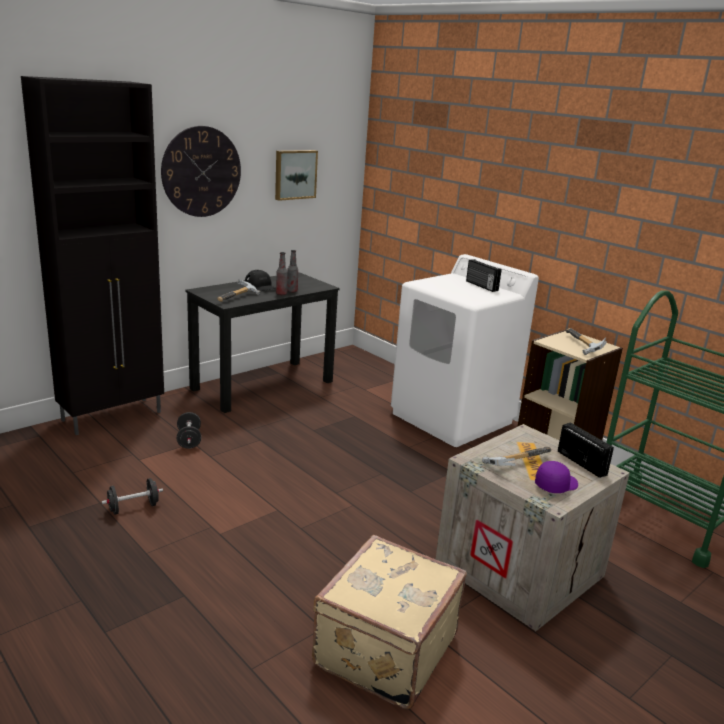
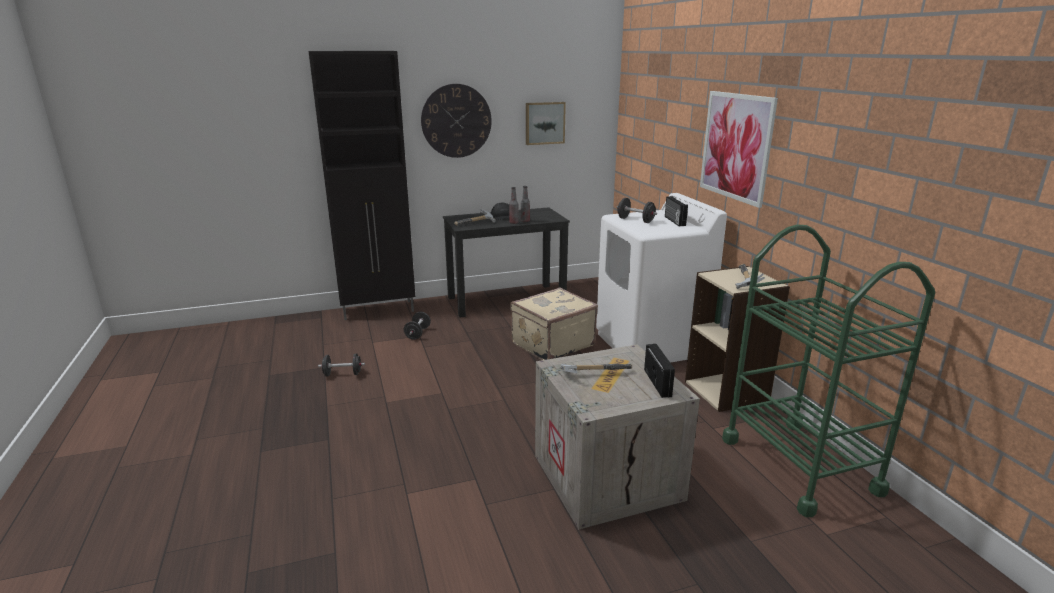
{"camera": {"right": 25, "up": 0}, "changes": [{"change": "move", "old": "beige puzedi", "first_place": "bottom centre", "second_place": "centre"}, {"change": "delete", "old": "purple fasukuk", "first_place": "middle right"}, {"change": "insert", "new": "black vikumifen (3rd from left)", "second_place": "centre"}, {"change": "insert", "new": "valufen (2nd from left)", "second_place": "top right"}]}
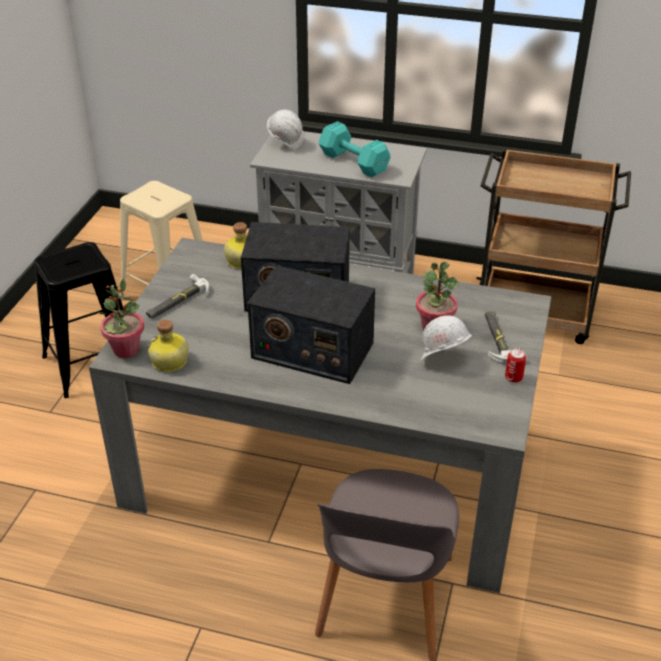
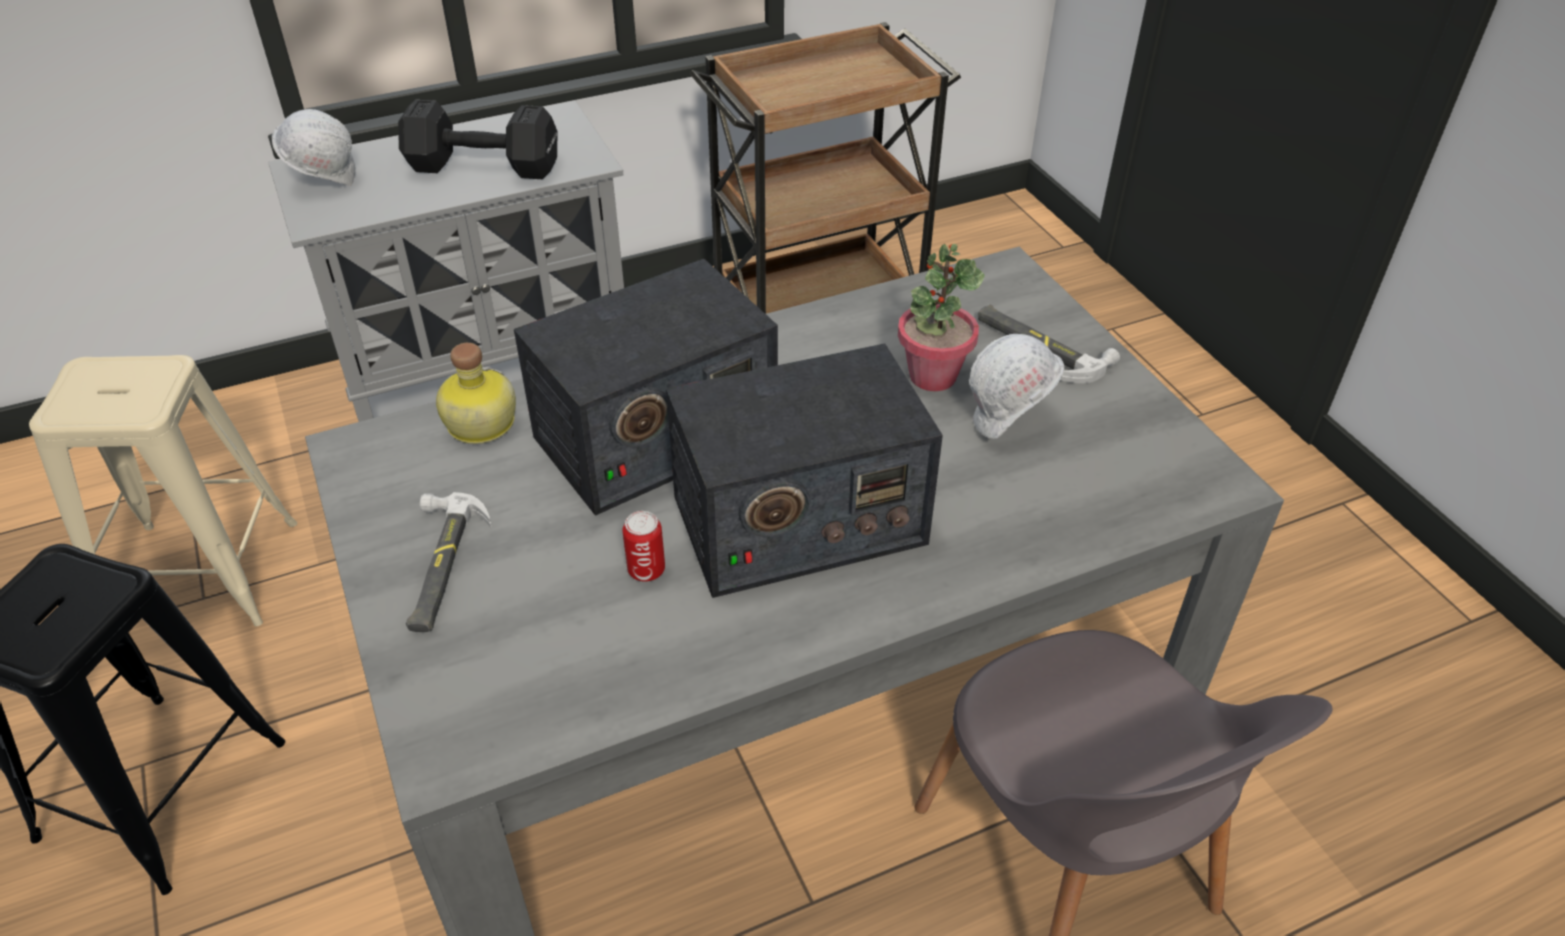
{"camera": {"right": -40, "up": 5}, "changes": [{"change": "delete", "old": "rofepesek (1st from left)", "first_place": "middle left"}, {"change": "delete", "old": "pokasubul (1st from left)", "first_place": "middle left"}, {"change": "recolor", "old": "turquoise vikumifen", "new": "black vikumifen", "first_place": "top centre", "second_place": "top left"}, {"change": "move", "old": "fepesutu", "first_place": "middle right", "second_place": "centre"}]}
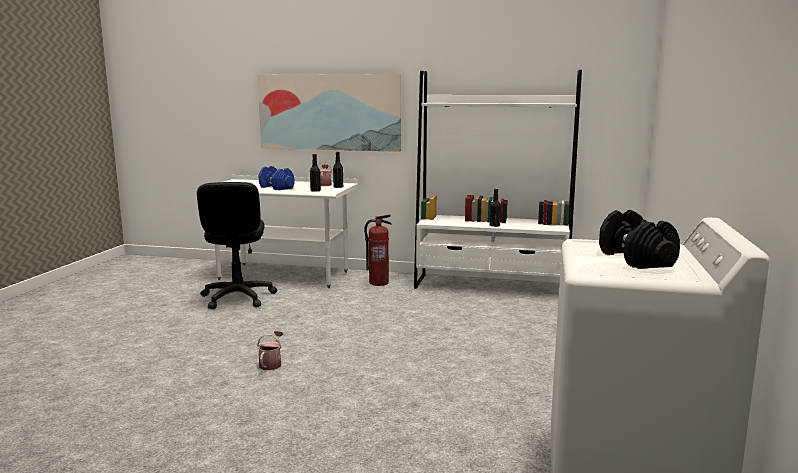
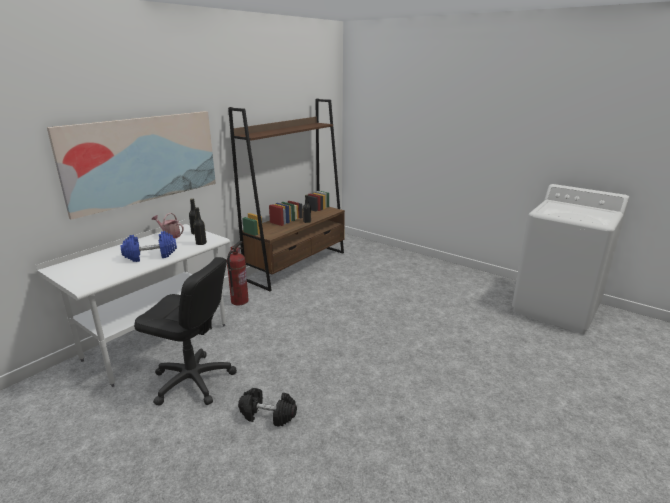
{"camera": {"right": -65, "up": 10}, "changes": [{"change": "delete", "old": "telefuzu (1st from left)", "first_place": "bottom centre"}, {"change": "recolor", "old": "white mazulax", "new": "brown mazulax", "first_place": "centre", "second_place": "centre"}, {"change": "move", "old": "black vikumifen", "first_place": "middle right", "second_place": "bottom centre"}]}
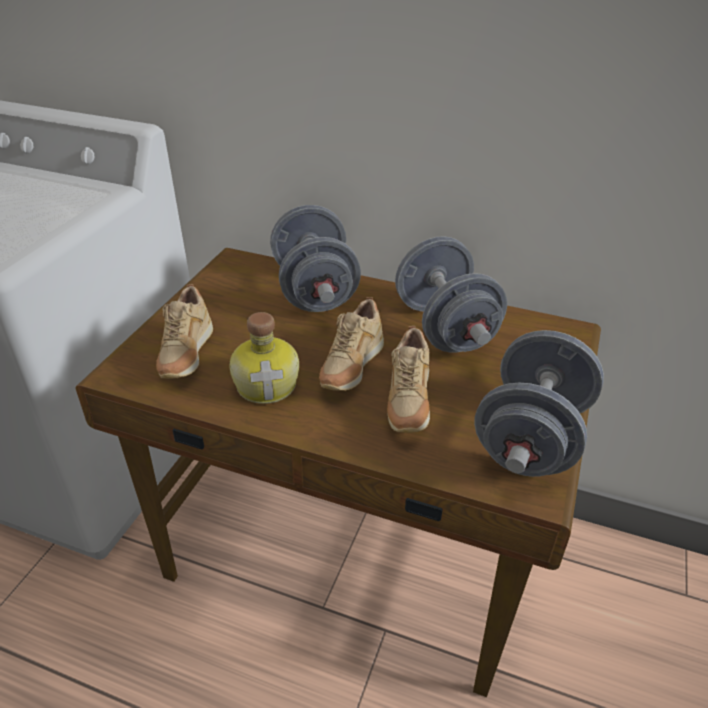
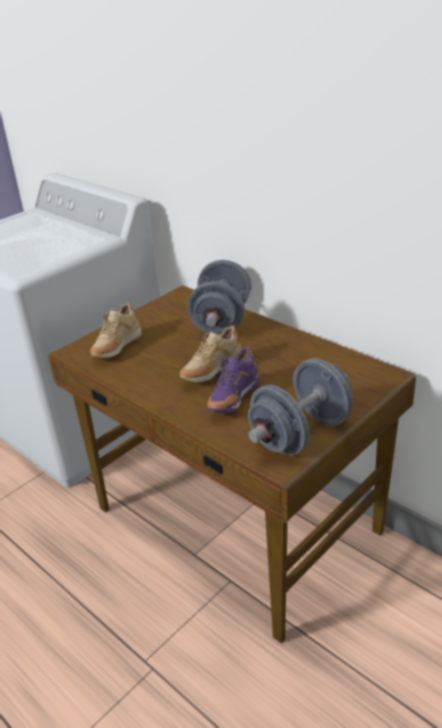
{"camera": {"right": 25, "up": -5}, "changes": [{"change": "delete", "old": "pokasubul", "first_place": "centre"}, {"change": "recolor", "old": "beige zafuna (3rd from left)", "new": "purple zafuna", "first_place": "centre", "second_place": "centre"}, {"change": "delete", "old": "grey vikumifen (2nd from left)", "first_place": "centre"}]}
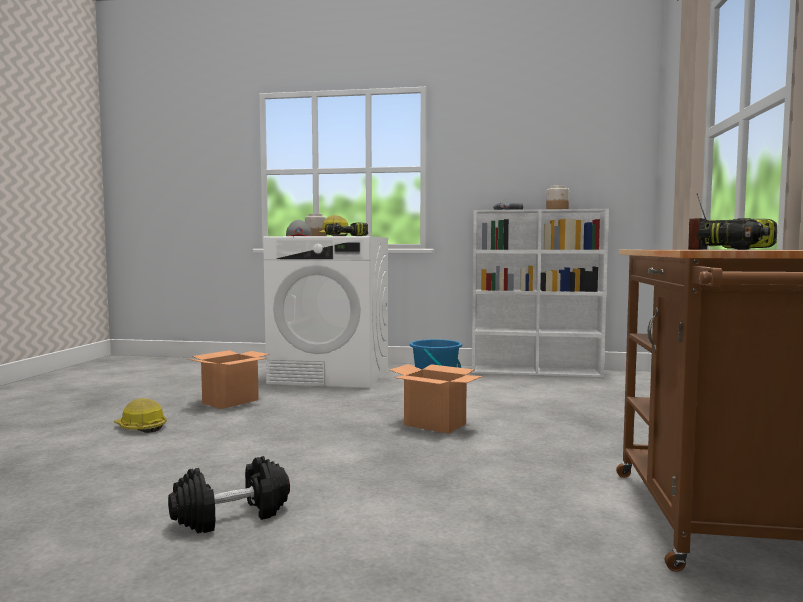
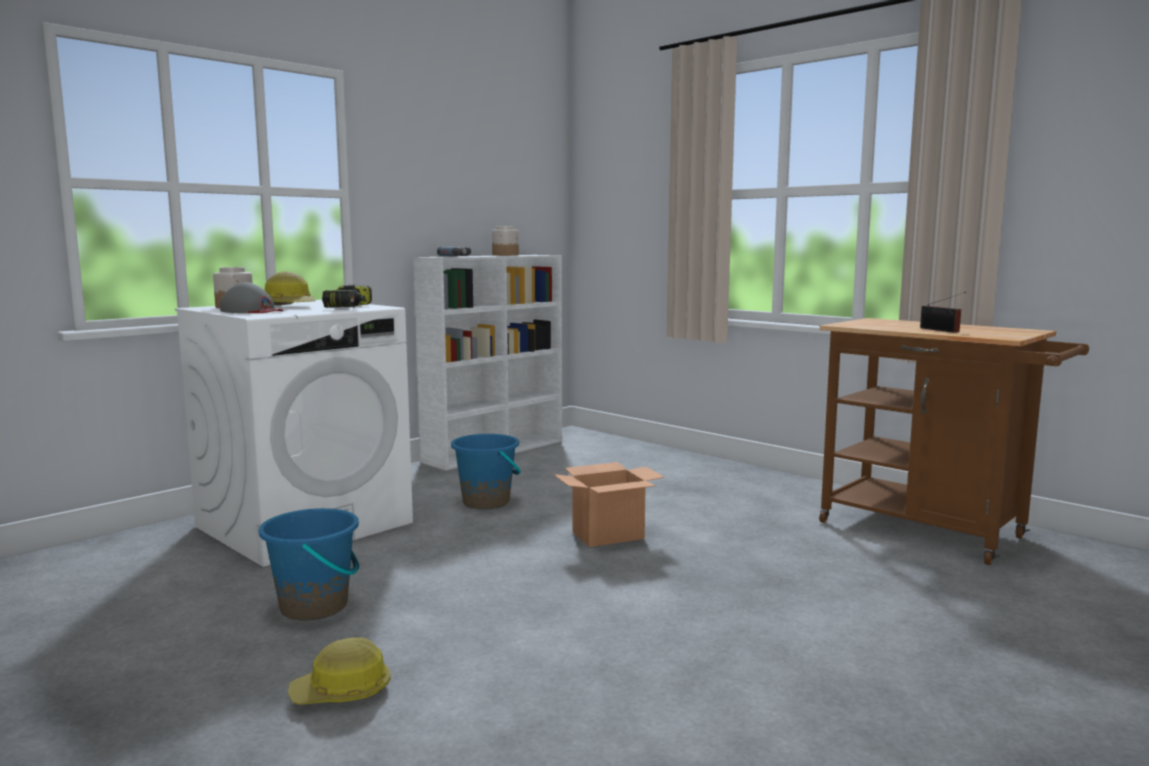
{"camera": {"right": -55, "up": 5}, "changes": [{"change": "delete", "old": "black vikumifen", "first_place": "bottom left"}, {"change": "replace", "old": "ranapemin (1st from left)", "new": "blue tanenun (1st from left)", "first_place": "middle left", "second_place": "bottom left"}, {"change": "delete", "old": "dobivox (3rd from left)", "first_place": "middle right"}]}
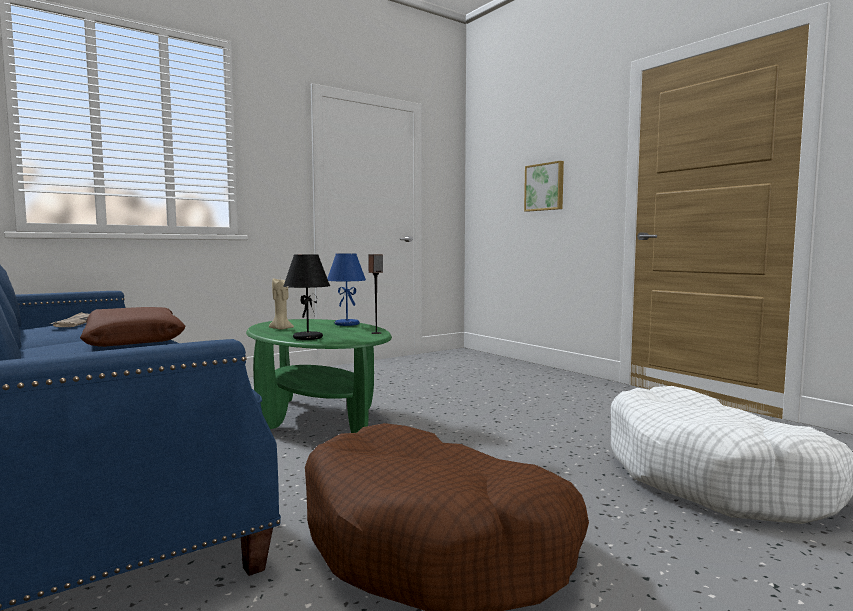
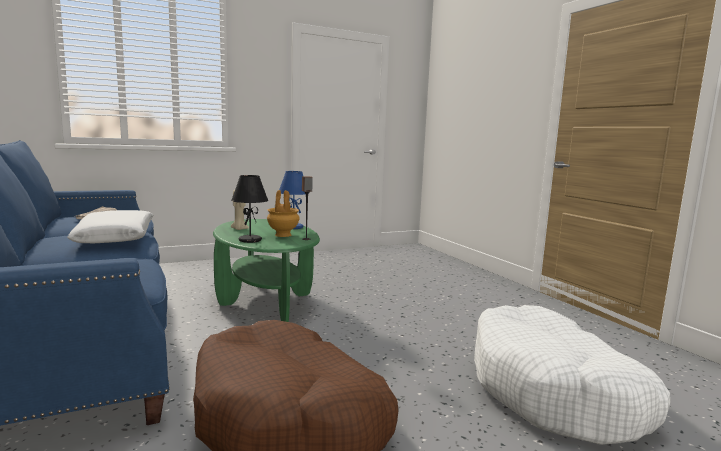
{"camera": {"right": 10, "up": 5}, "changes": [{"change": "recolor", "old": "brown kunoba", "new": "white kunoba", "first_place": "middle left", "second_place": "middle left"}, {"change": "delete", "old": "valufen", "first_place": "top centre"}, {"change": "insert", "new": "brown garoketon", "second_place": "centre"}]}
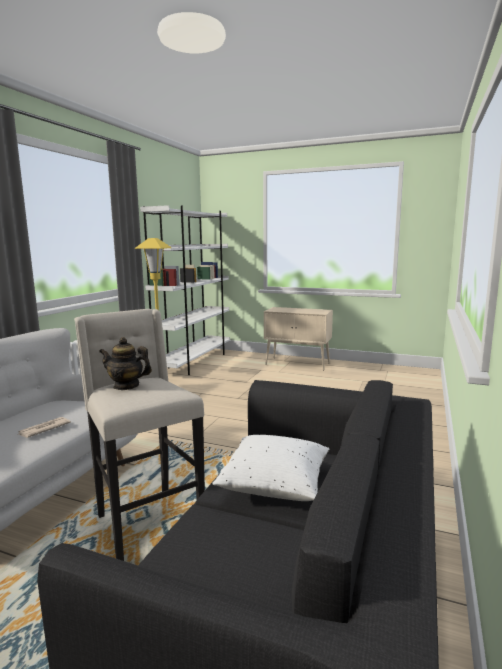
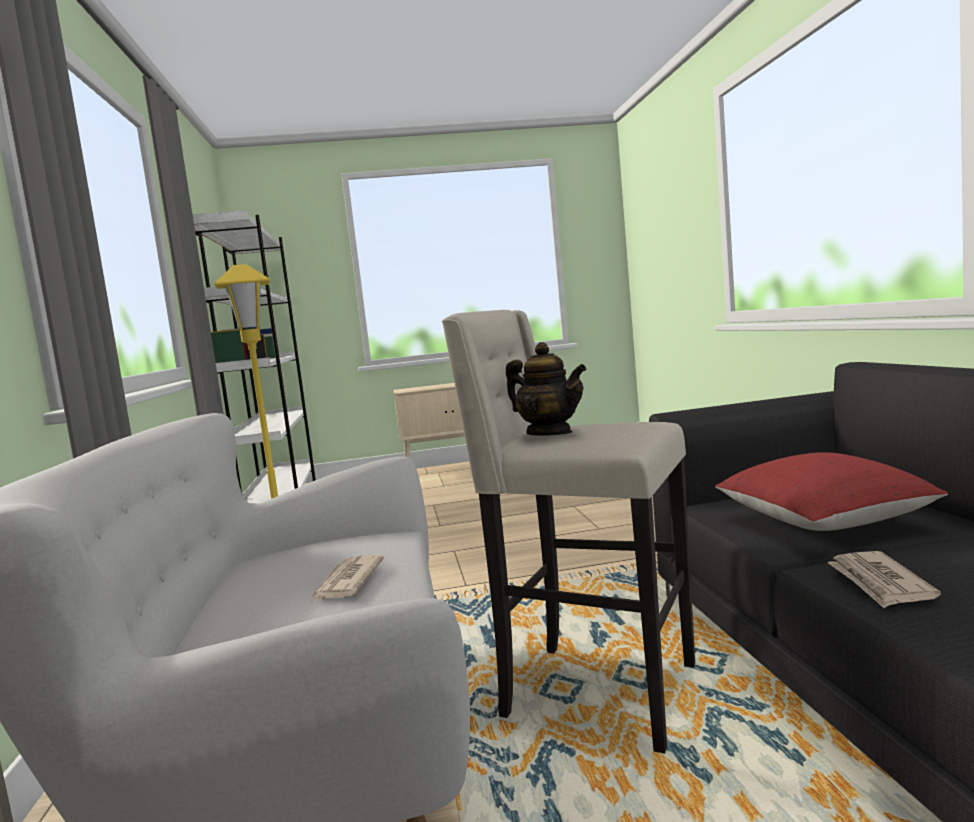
{"camera": {"right": -30, "up": -5}, "changes": [{"change": "rotate", "old": "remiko", "first_place": "middle left", "second_place": "centre", "degrees": -120}, {"change": "recolor", "old": "white kunoba", "new": "red kunoba", "first_place": "bottom centre", "second_place": "middle right"}, {"change": "insert", "new": "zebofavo (2nd from left)", "second_place": "bottom right"}]}
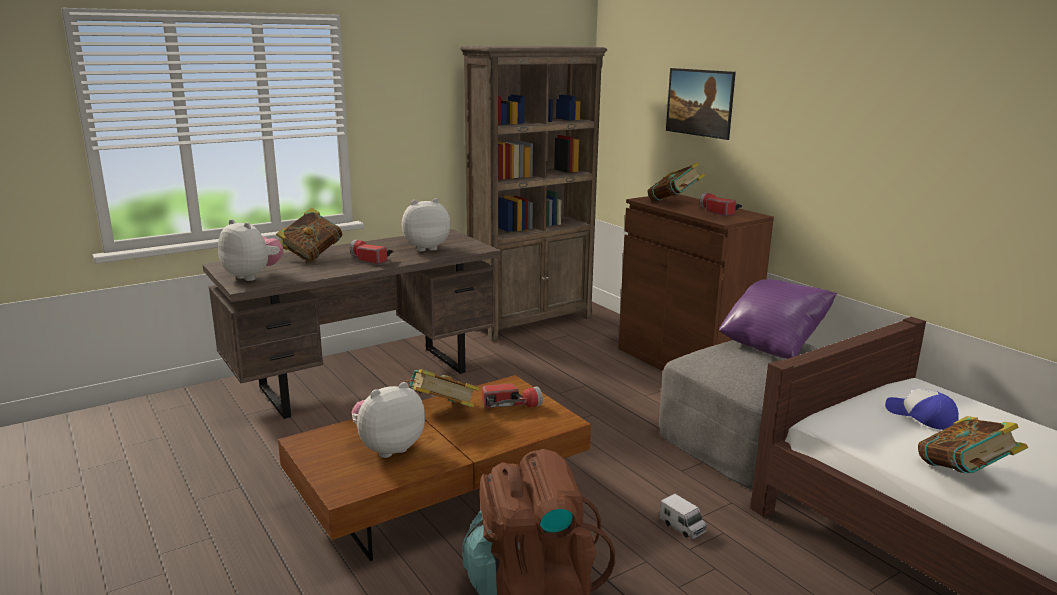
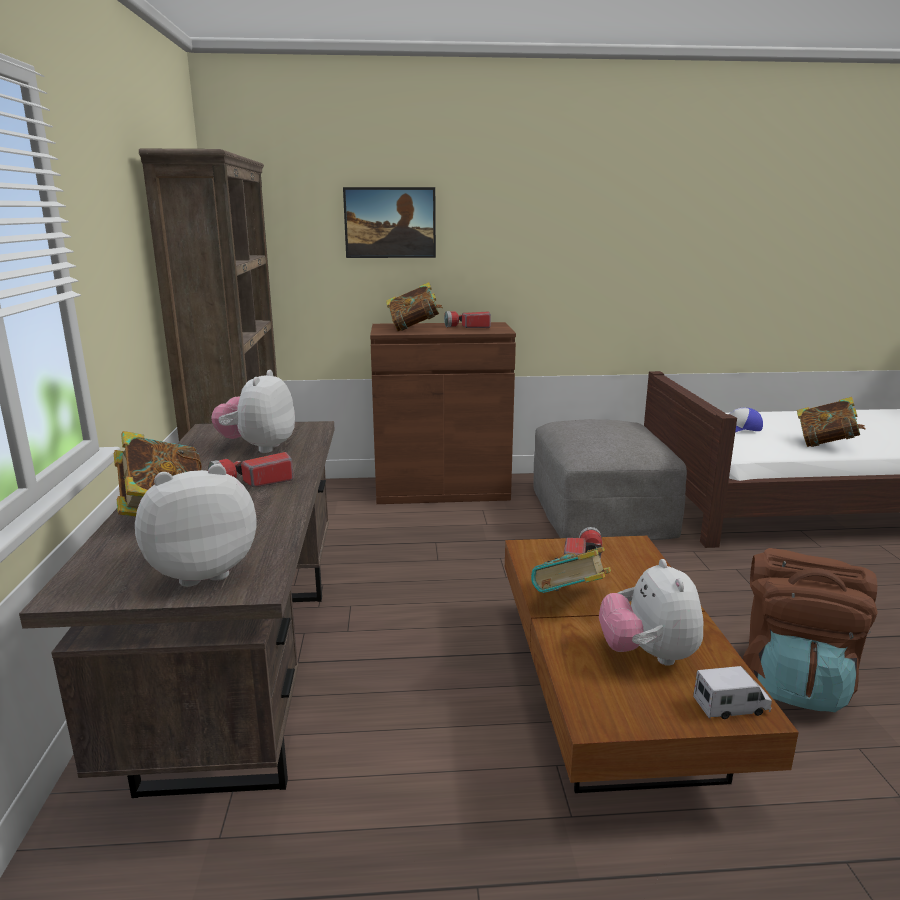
{"camera": {"right": -60, "up": 0}, "changes": [{"change": "move", "old": "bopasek", "first_place": "bottom centre", "second_place": "bottom right"}, {"change": "delete", "old": "purple kunoba", "first_place": "middle right"}]}
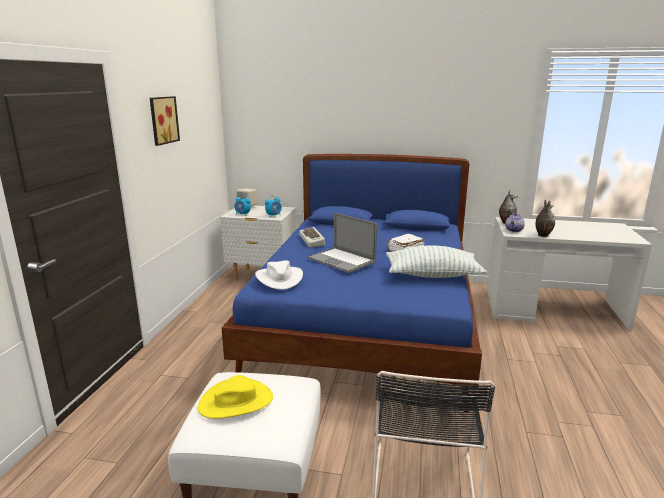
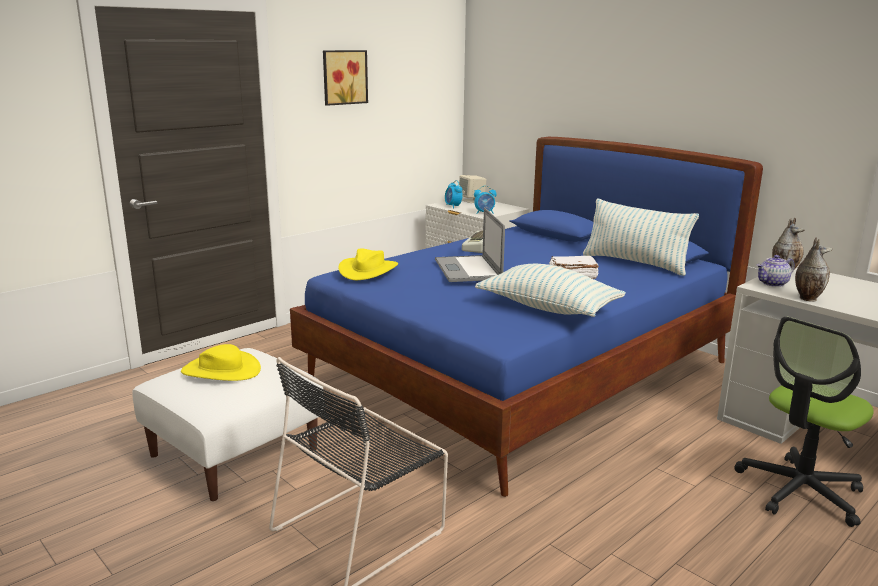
{"camera": {"right": 35, "up": 0}, "changes": [{"change": "recolor", "old": "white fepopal", "new": "yellow fepopal (2nd from left)", "first_place": "centre", "second_place": "centre"}, {"change": "insert", "new": "kunoba (2nd from left)", "second_place": "middle right"}, {"change": "insert", "new": "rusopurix", "second_place": "bottom right"}]}
